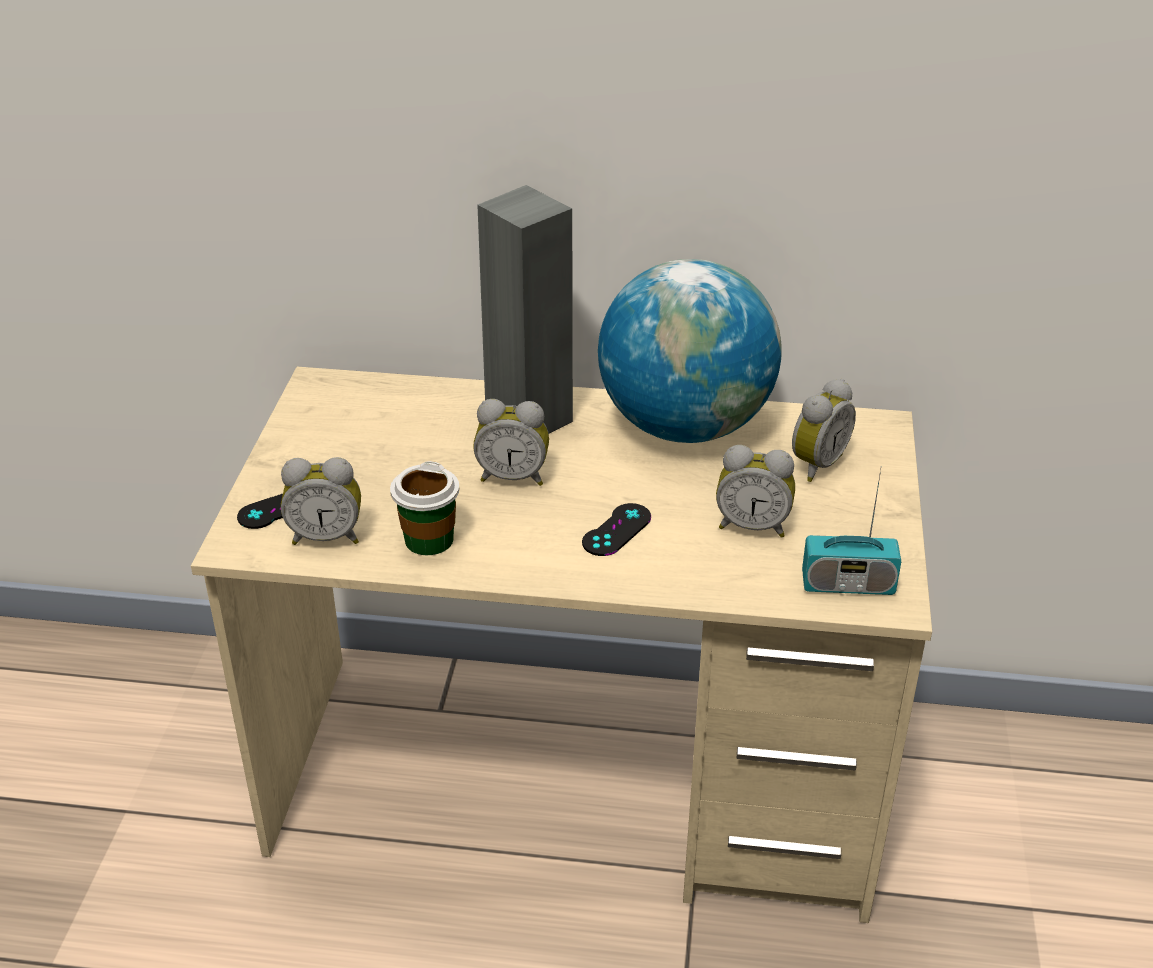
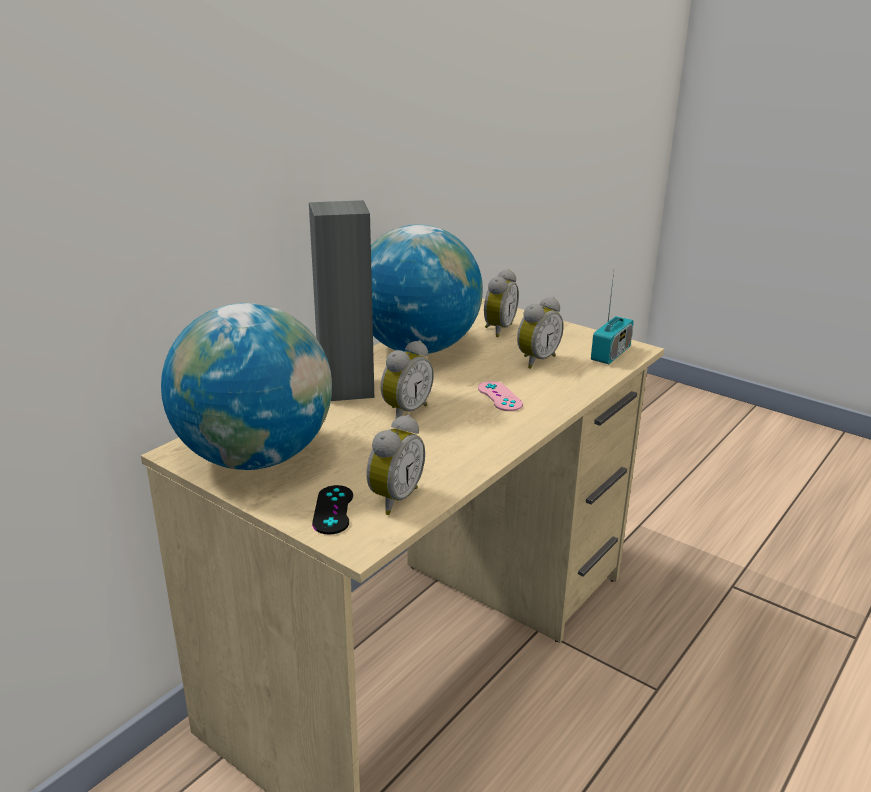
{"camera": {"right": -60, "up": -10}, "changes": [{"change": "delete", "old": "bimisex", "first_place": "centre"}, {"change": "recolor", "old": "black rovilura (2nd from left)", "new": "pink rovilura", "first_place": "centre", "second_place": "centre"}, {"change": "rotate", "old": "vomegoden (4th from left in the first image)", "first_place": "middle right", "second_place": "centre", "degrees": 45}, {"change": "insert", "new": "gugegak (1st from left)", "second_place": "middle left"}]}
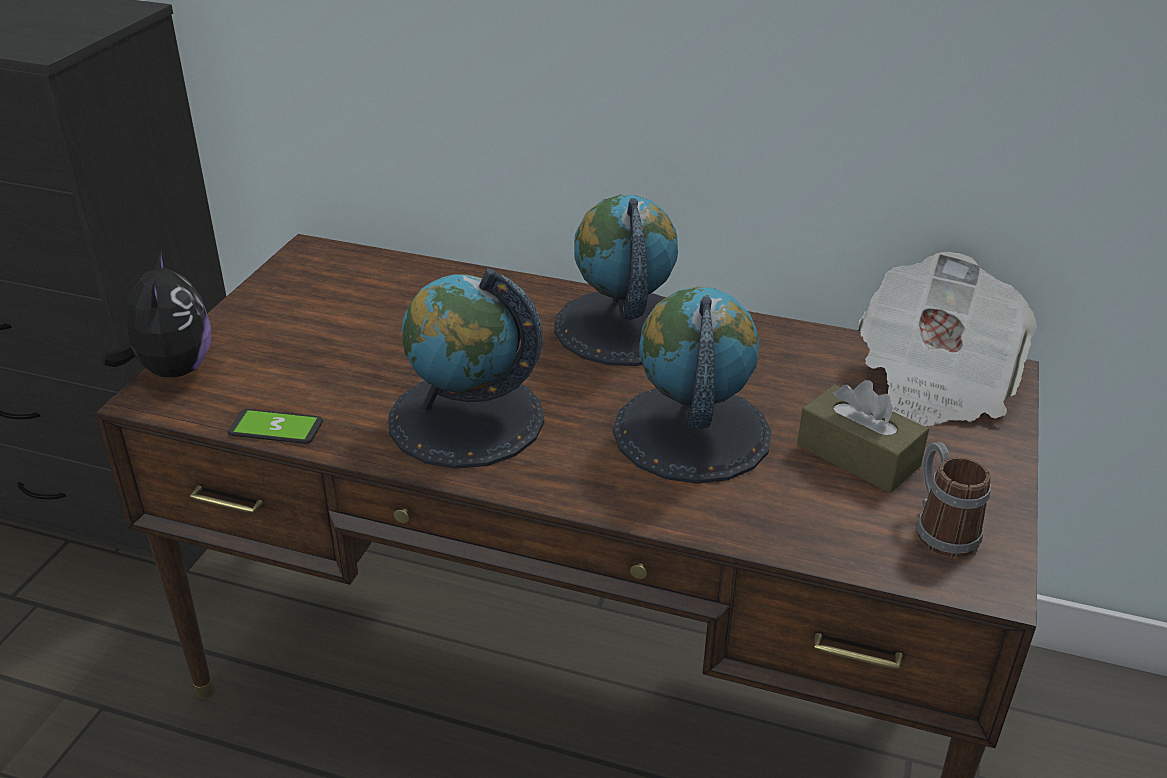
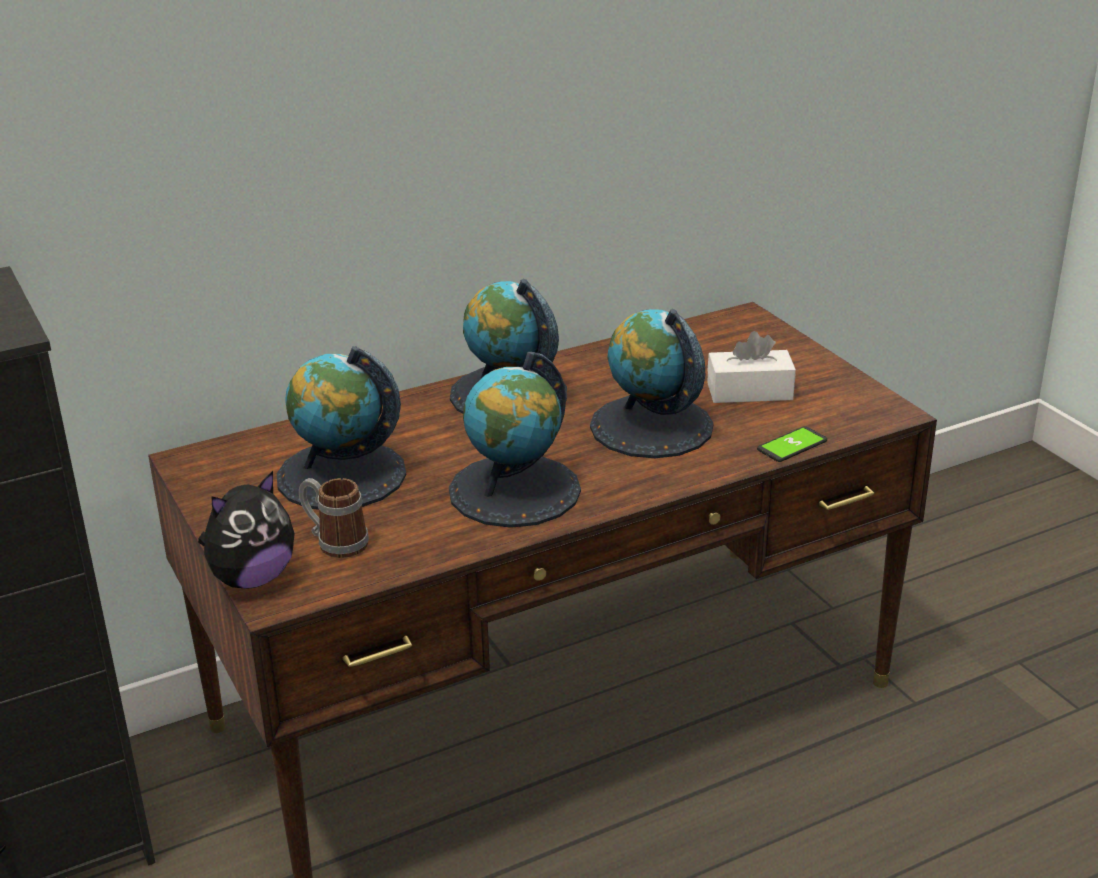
{"camera": {"right": -45, "up": -5}, "changes": [{"change": "rotate", "old": "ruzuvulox", "first_place": "middle left", "second_place": "middle left", "degrees": 105}, {"change": "move", "old": "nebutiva", "first_place": "middle left", "second_place": "middle right"}, {"change": "recolor", "old": "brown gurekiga", "new": "white gurekiga", "first_place": "middle right", "second_place": "middle right"}, {"change": "delete", "old": "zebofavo", "first_place": "middle right"}, {"change": "move", "old": "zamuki", "first_place": "middle right", "second_place": "middle left"}, {"change": "insert", "new": "gugegak (1st from left)", "second_place": "middle left"}]}
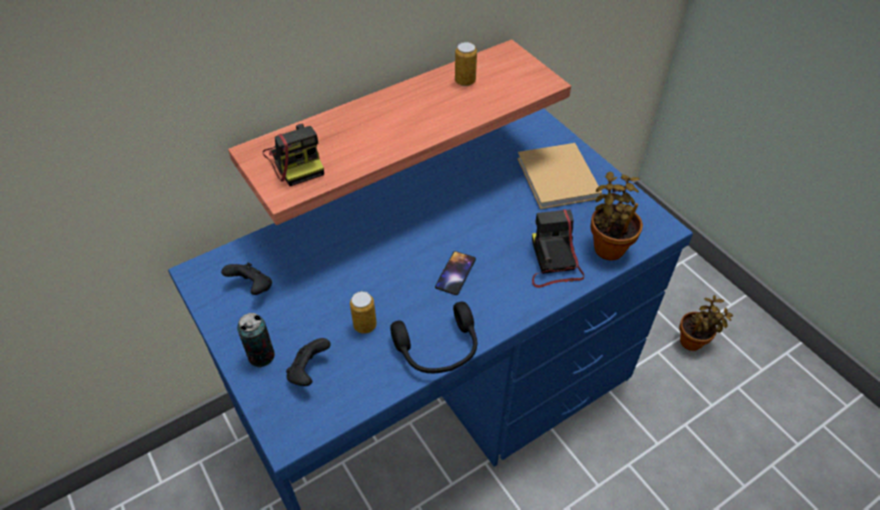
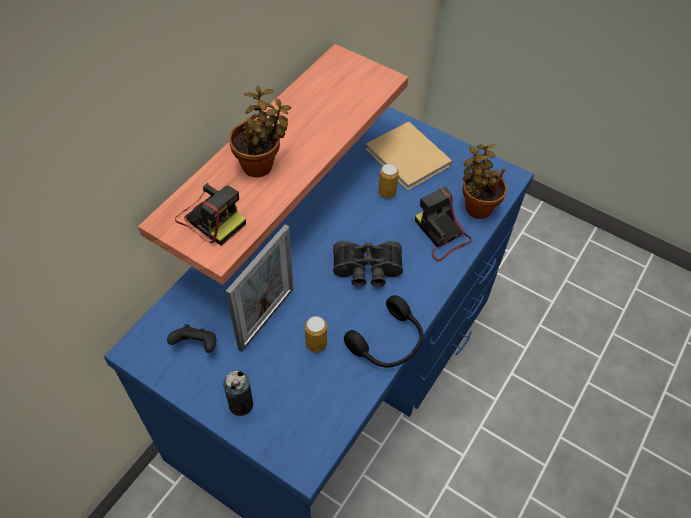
{"camera": {"right": -25, "up": 5}, "changes": [{"change": "delete", "old": "black rovilura (2nd from left)", "first_place": "bottom centre"}, {"change": "replace", "old": "nebutiva", "new": "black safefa", "first_place": "centre", "second_place": "centre"}, {"change": "move", "old": "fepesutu (3rd from left)", "first_place": "top centre", "second_place": "centre"}, {"change": "move", "old": "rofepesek (2nd from left in the first image)", "new": "rofepesek (1st from left)", "first_place": "middle right", "second_place": "top centre"}, {"change": "insert", "new": "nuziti", "second_place": "centre"}]}
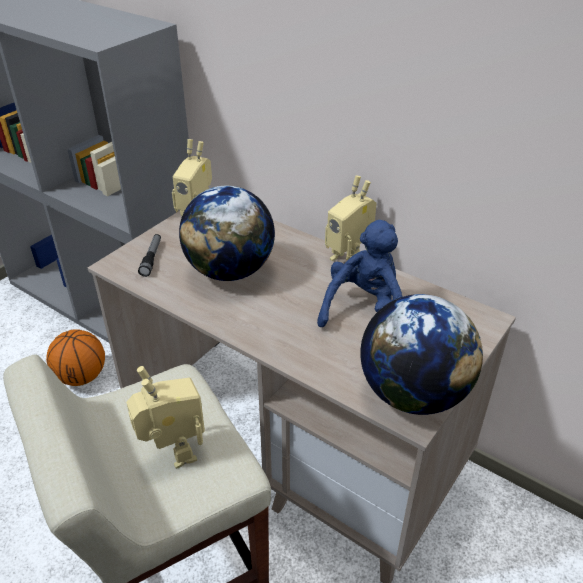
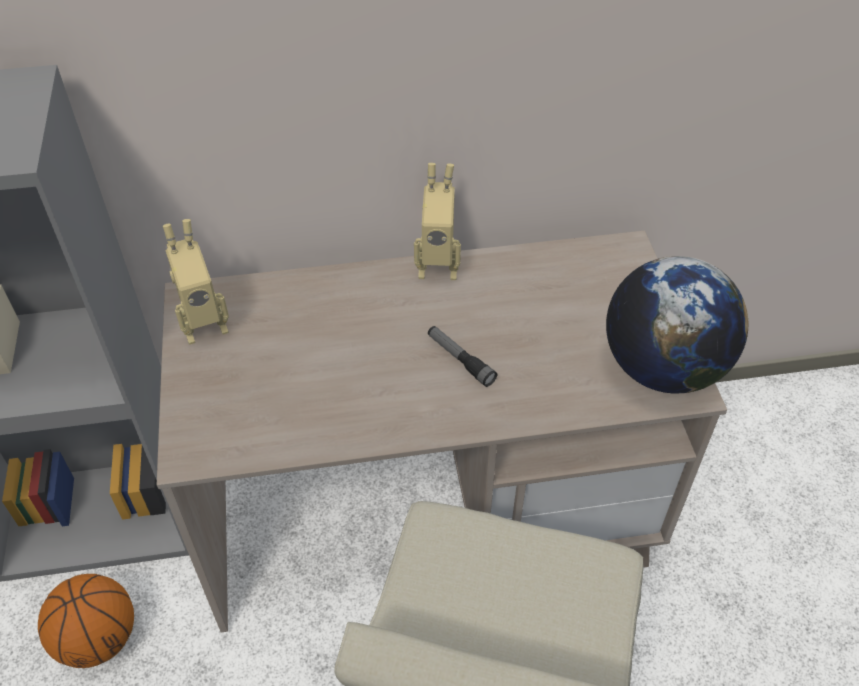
{"camera": {"right": -45, "up": 10}, "changes": [{"change": "delete", "old": "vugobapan (1st from left)", "first_place": "bottom left"}, {"change": "move", "old": "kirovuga", "first_place": "middle left", "second_place": "centre"}, {"change": "delete", "old": "gugegak (1st from left)", "first_place": "centre"}, {"change": "delete", "old": "blue ruzuvulox", "first_place": "centre"}]}
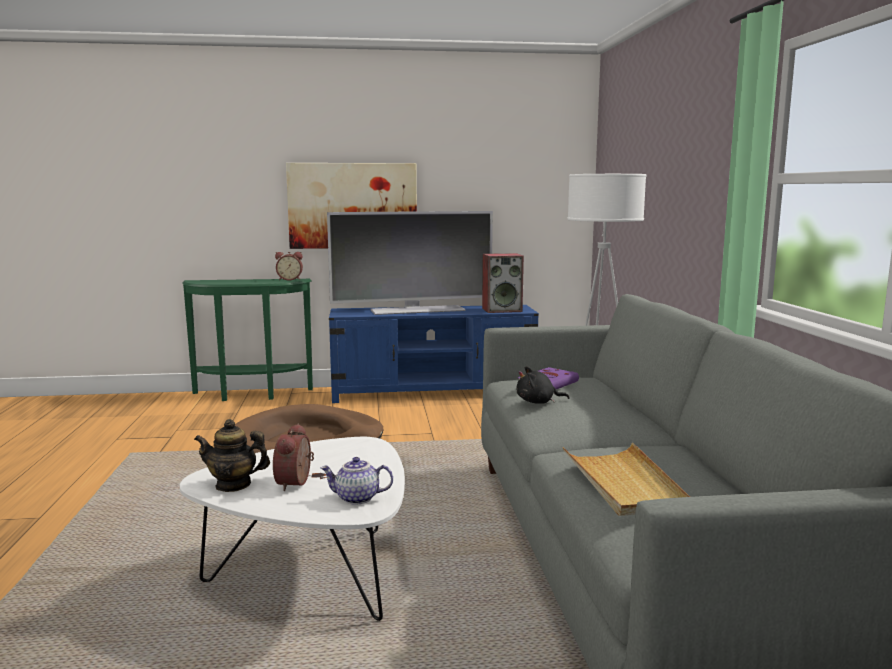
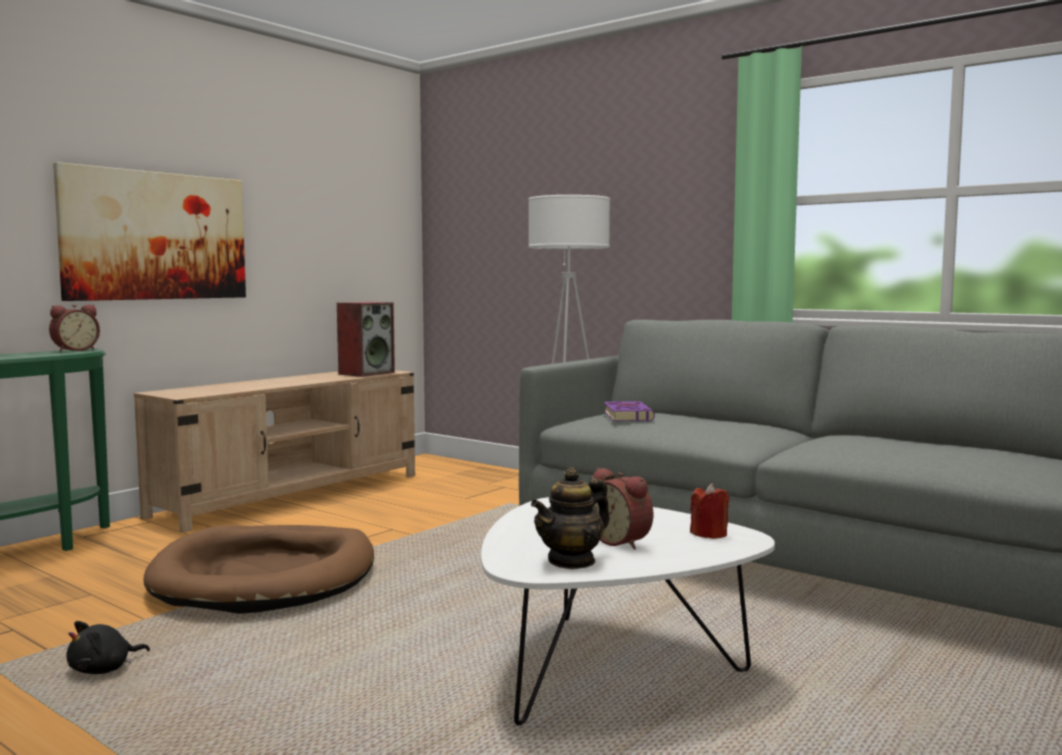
{"camera": {"right": -45, "up": -5}, "changes": [{"change": "replace", "old": "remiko (2nd from left)", "new": "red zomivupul", "first_place": "bottom centre", "second_place": "bottom right"}, {"change": "delete", "old": "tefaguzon", "first_place": "centre"}, {"change": "recolor", "old": "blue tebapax", "new": "beige tebapax", "first_place": "centre", "second_place": "middle left"}, {"change": "move", "old": "black ruzuvulox", "first_place": "centre", "second_place": "bottom left"}, {"change": "delete", "old": "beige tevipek", "first_place": "bottom right"}]}
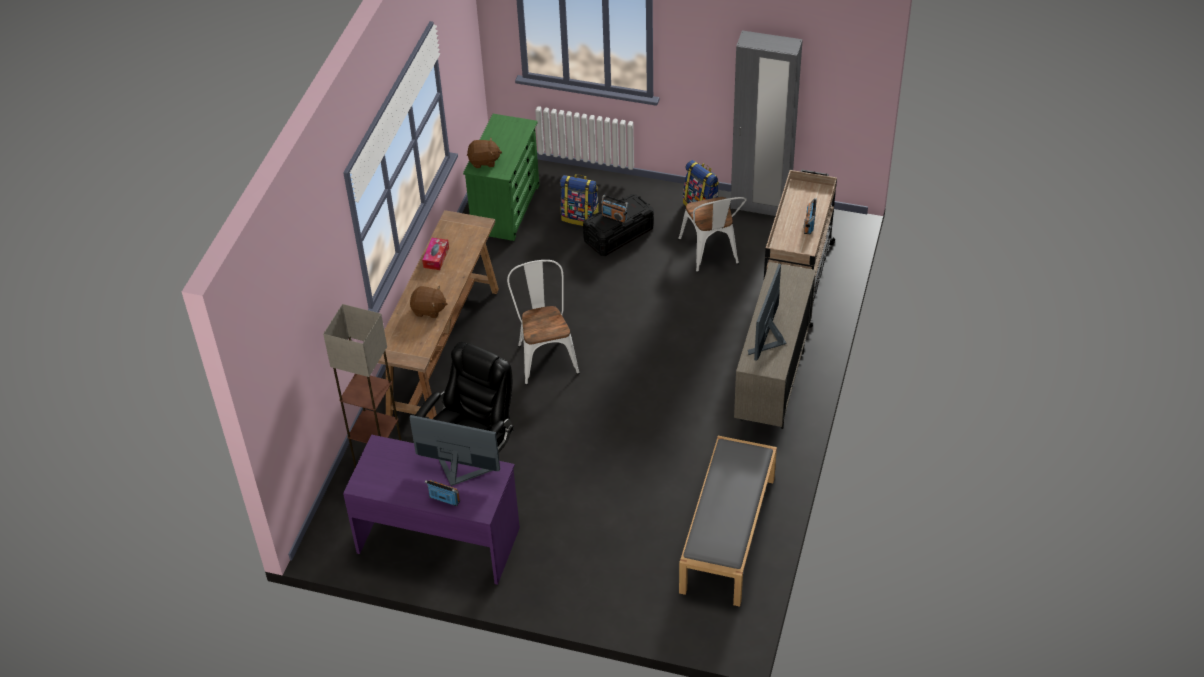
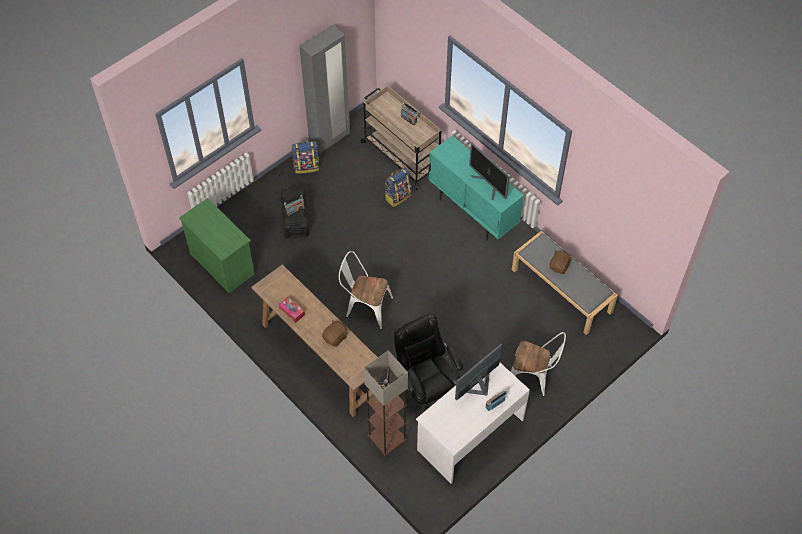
{"camera": {"right": -60, "up": 10}, "changes": [{"change": "recolor", "old": "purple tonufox", "new": "white tonufox", "first_place": "bottom centre", "second_place": "bottom centre"}, {"change": "move", "old": "brown ruzuvulox (2nd from left)", "first_place": "top centre", "second_place": "middle right"}, {"change": "move", "old": "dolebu (1st from left in the first image)", "new": "dolebu (2nd from left)", "first_place": "top centre", "second_place": "centre"}, {"change": "move", "old": "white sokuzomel (2nd from left)", "first_place": "centre", "second_place": "bottom right"}, {"change": "recolor", "old": "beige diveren", "new": "turquoise diveren", "first_place": "centre", "second_place": "centre"}]}
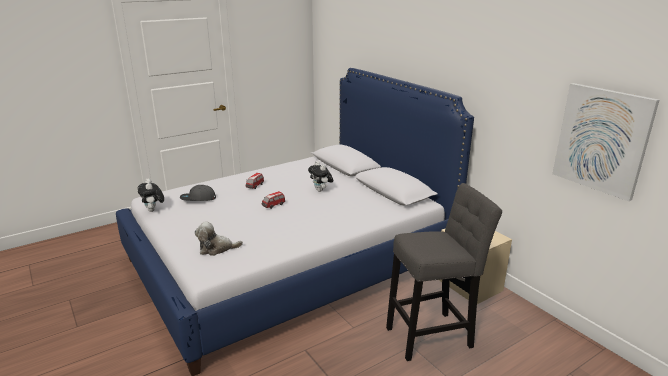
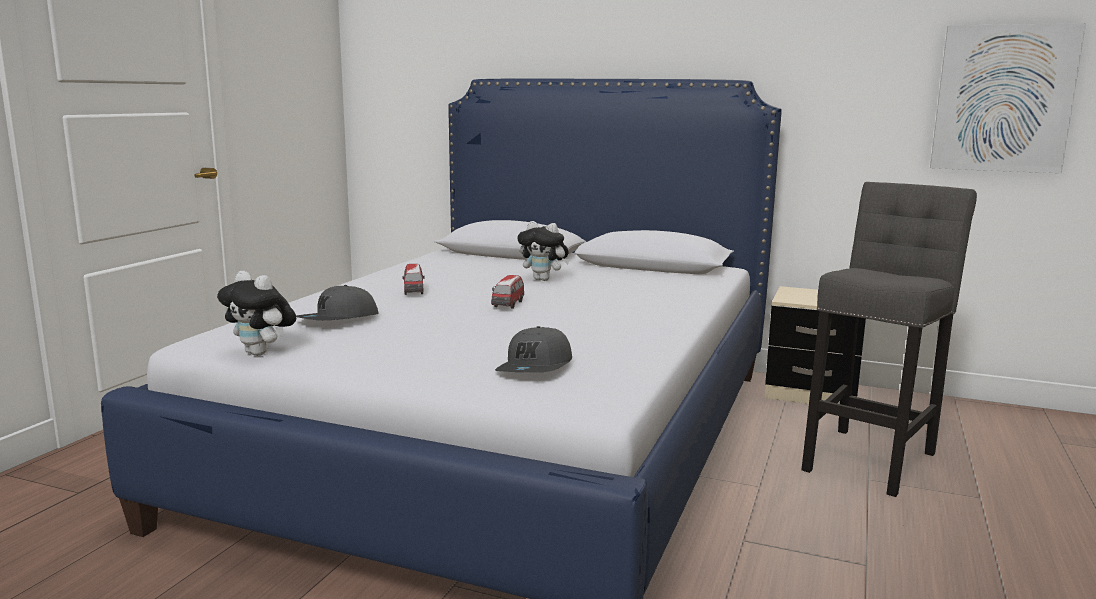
{"camera": {"right": -35, "up": -10}, "changes": [{"change": "replace", "old": "ruzuvulox (2nd from left)", "new": "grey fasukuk (2nd from left)", "first_place": "middle left", "second_place": "centre"}]}
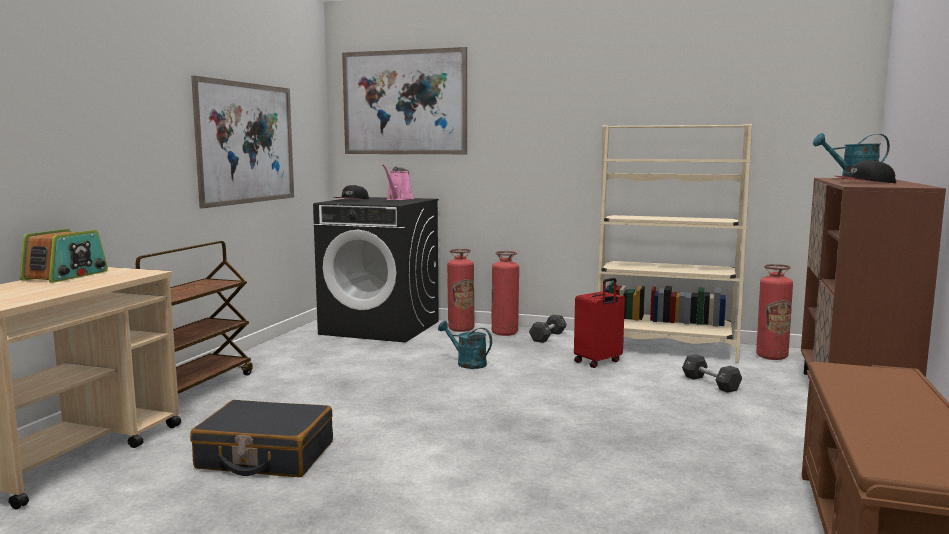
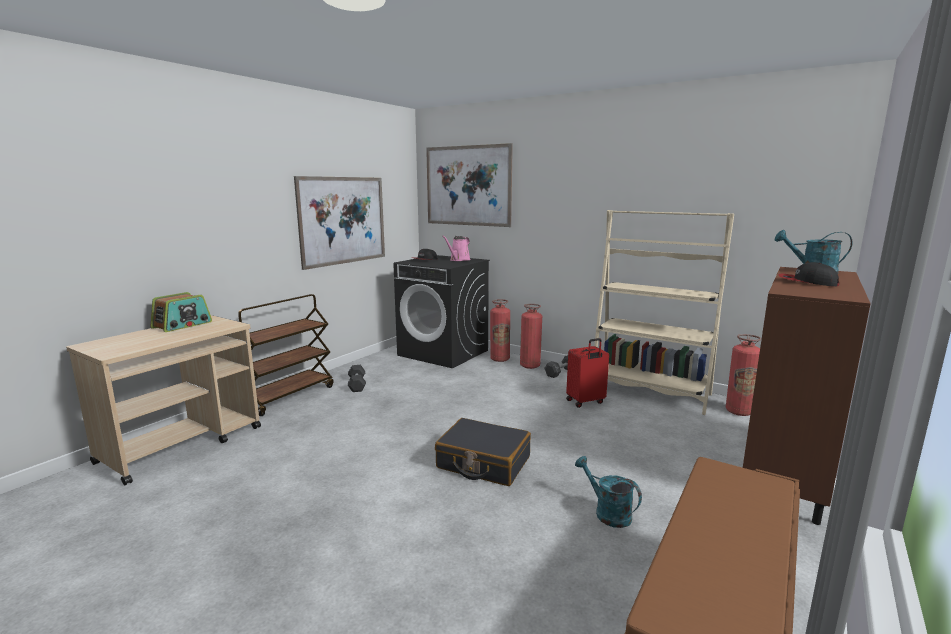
{"camera": {"right": 15, "up": 5}, "changes": [{"change": "move", "old": "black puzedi", "first_place": "bottom left", "second_place": "bottom centre"}, {"change": "move", "old": "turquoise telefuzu (1st from left)", "first_place": "centre", "second_place": "bottom centre"}, {"change": "move", "old": "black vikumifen (2nd from left in the first image)", "new": "black vikumifen (1st from left)", "first_place": "bottom right", "second_place": "centre"}]}
